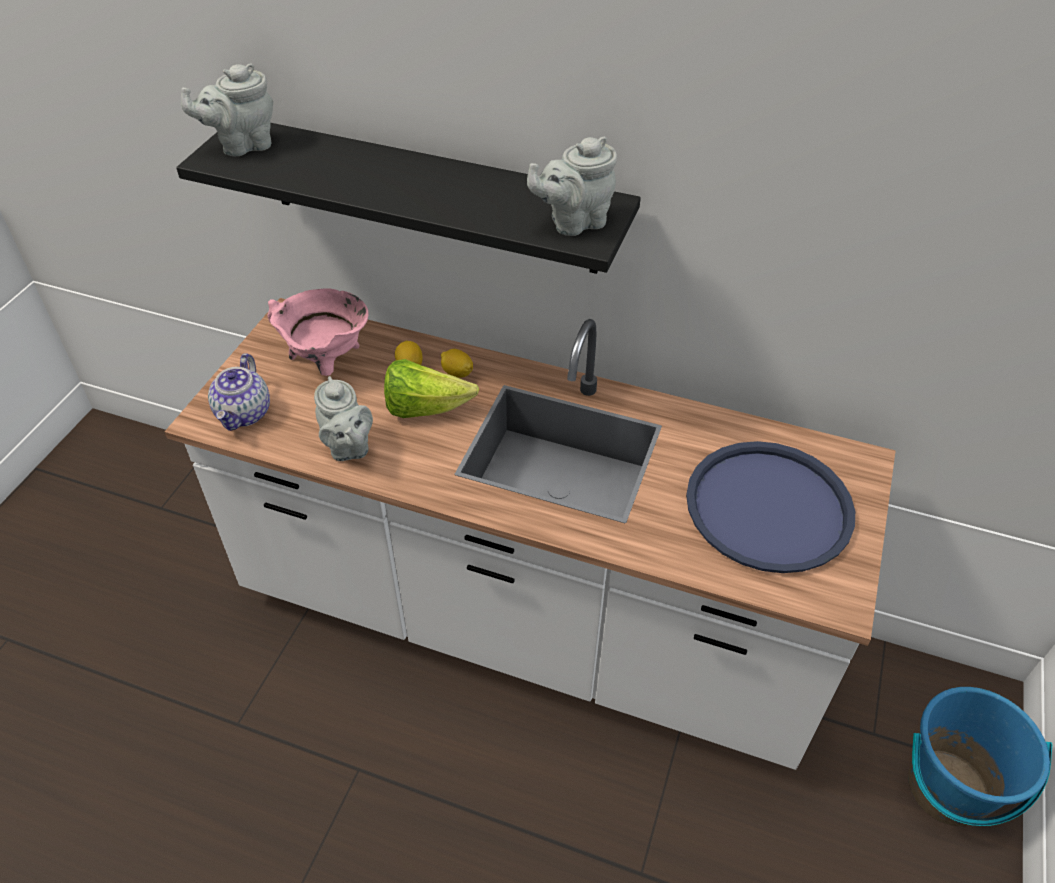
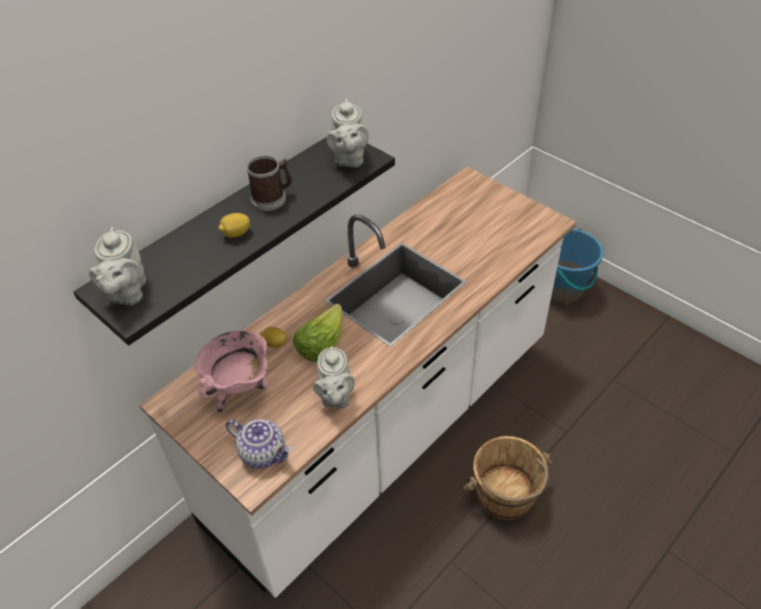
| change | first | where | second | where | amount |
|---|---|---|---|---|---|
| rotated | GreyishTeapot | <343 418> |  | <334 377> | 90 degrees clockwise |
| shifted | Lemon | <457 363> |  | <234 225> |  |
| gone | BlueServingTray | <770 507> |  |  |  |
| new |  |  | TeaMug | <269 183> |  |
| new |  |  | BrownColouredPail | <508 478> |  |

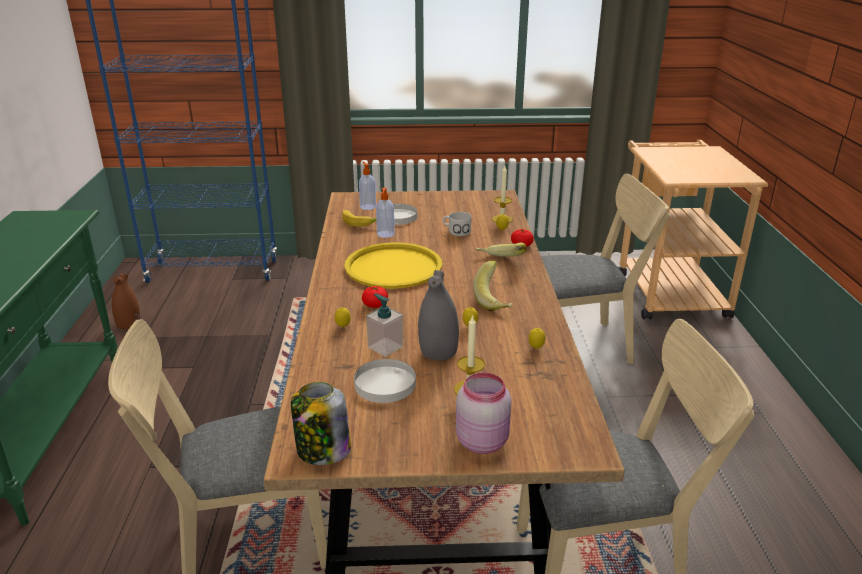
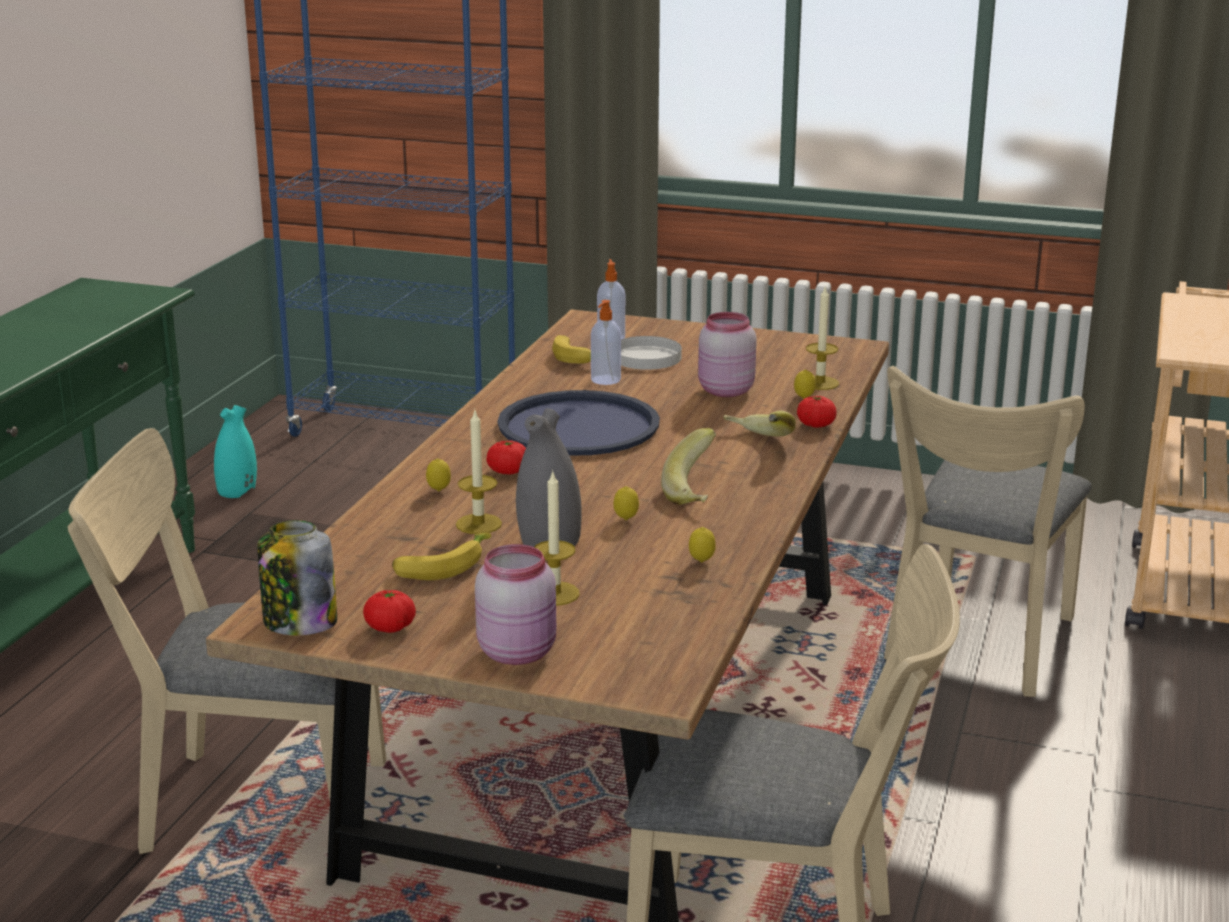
| change | first | where | second | where | amount |
|---|---|---|---|---|---|
| repainted | BrownColouredFlowerVase | <126 301> | TurquoiseColouredFlowerVase | <235 451> |  |
| repainted | YellowColouredServingTray | <393 265> | BlueServingTray | <579 423> |  |
| swapped | WhiteColouredDinnerPlate | <385 381> | Banana | <441 556> |  |
| swapped | LiquidSoapBottle | <384 325> | WaxLight | <479 472> |  |
| swapped | WhiteColouredTeaMug | <457 224> | PinkishJar | <727 354> |  |
| rotated | BeigeColouredUprightChair | <605 269> |  | <987 531> | 105 degrees clockwise |
| new |  |  | FreshTomato | <389 611> |  |

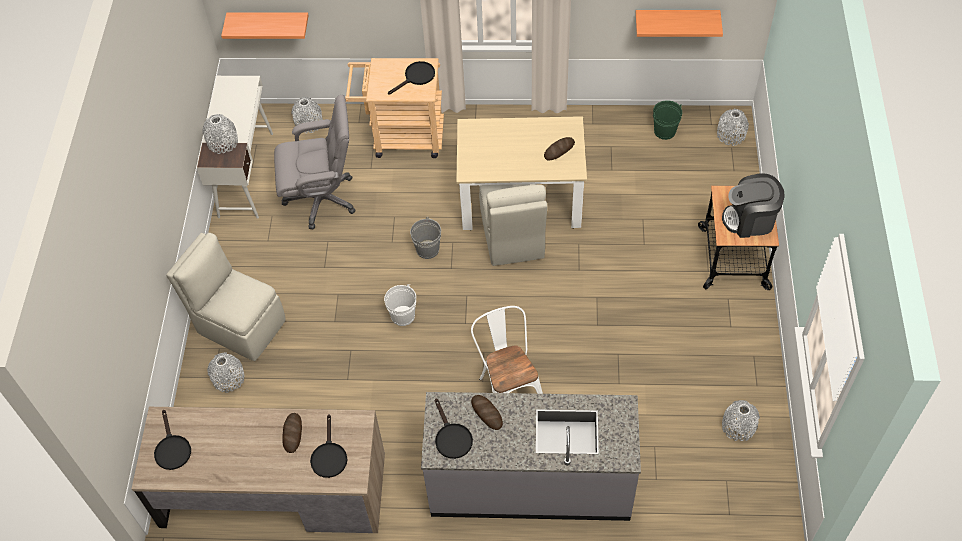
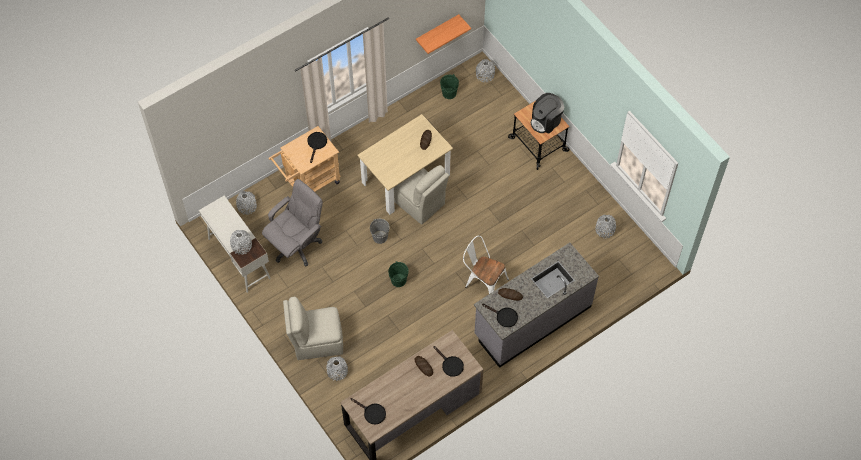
| change | first | where | second | where | amount |
|---|---|---|---|---|---|
| gone | WallShelf | <265 25> |  |  |  |
| repainted | WhiteColouredPail | <400 305> | GreenColouredPail | <398 274> |  |

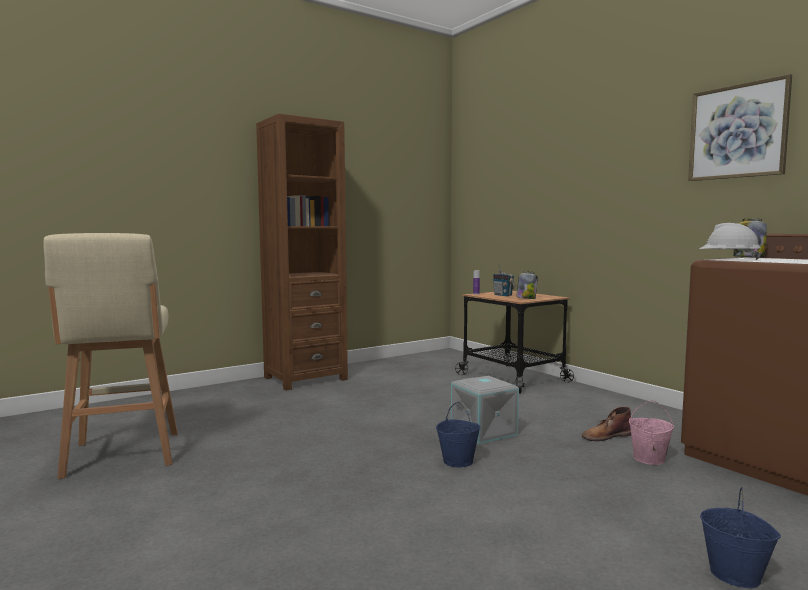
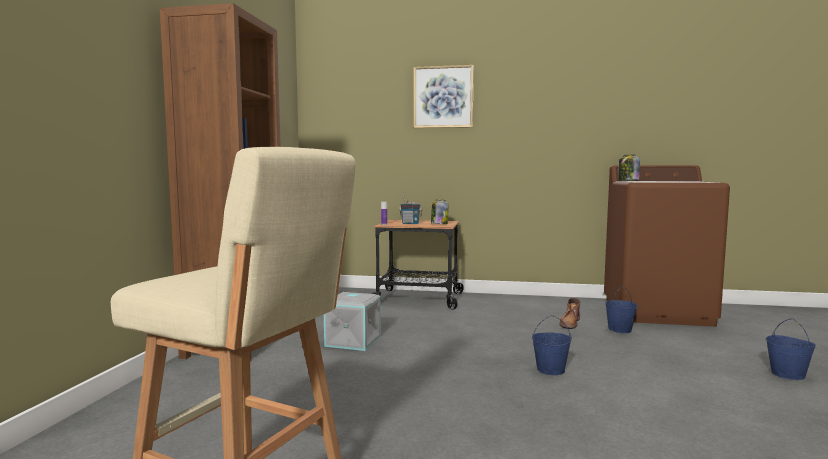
| change | first | where | second | where | amount |
|---|---|---|---|---|---|
| shifted | GreyishStorageBox | <485 410> |  | <352 321> |  |
| repainted | PinkishPail | <651 432> | BluePail | <621 309> |  |
| shifted | WallArt | <740 127> |  | <443 96> |  |
| gone | WhiteColouredWorkHelmet | <731 241> |  |  |  |

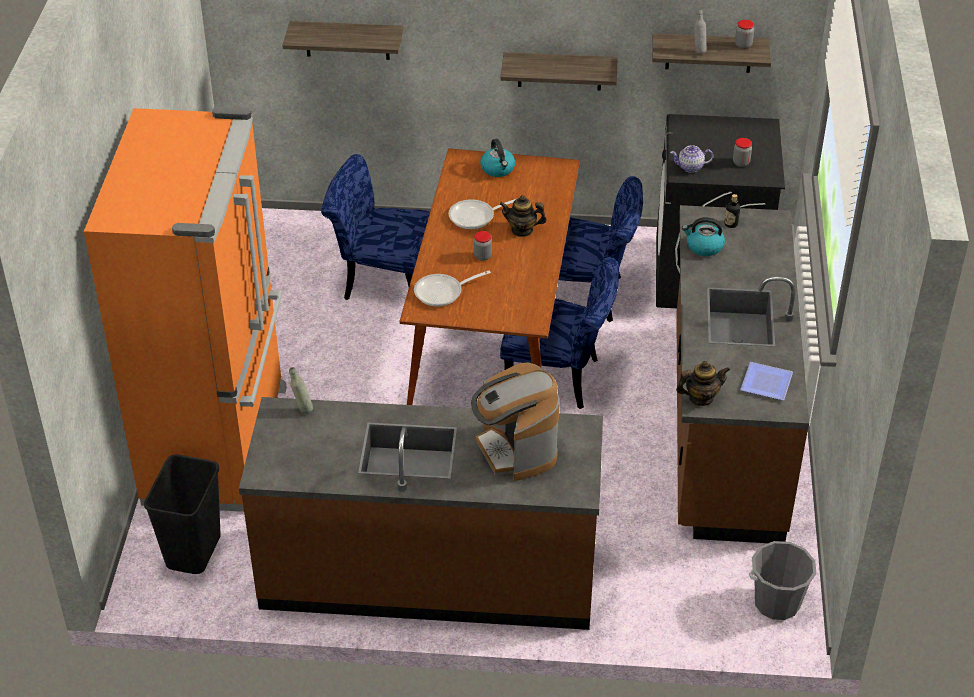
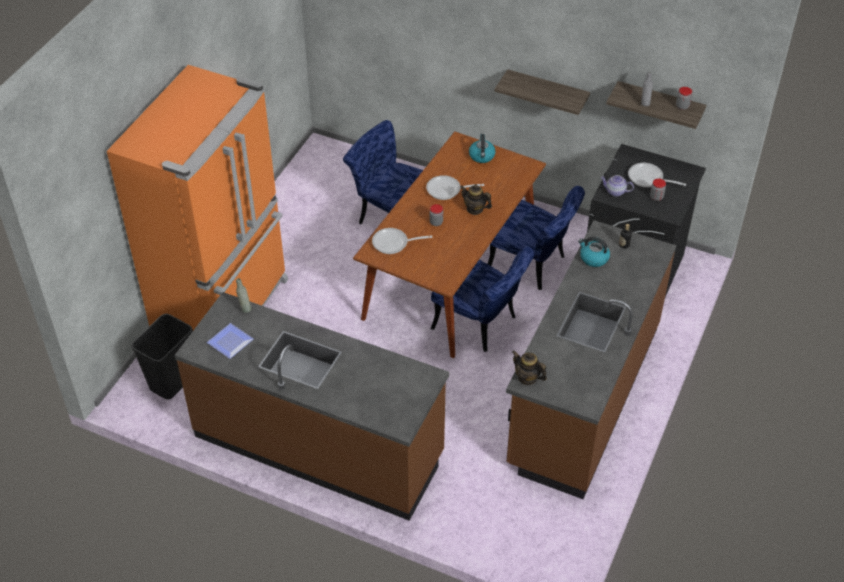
| change | first | where | second | where | amount |
|---|---|---|---|---|---|
| gone | WallShelf | <342 40> |  |  |  |
| gone | CoffeeMaker | <515 421> |  |  |  |
| rotated | Teapot | <703 383> |  | <529 368> | 150 degrees counterclockwise |
| shifted | DinnerPlate | <766 381> |  | <230 341> |  |
| gone | GreyishPail | <782 580> |  |  |  |
| new |  |  | FryingPan | <657 175> |  |

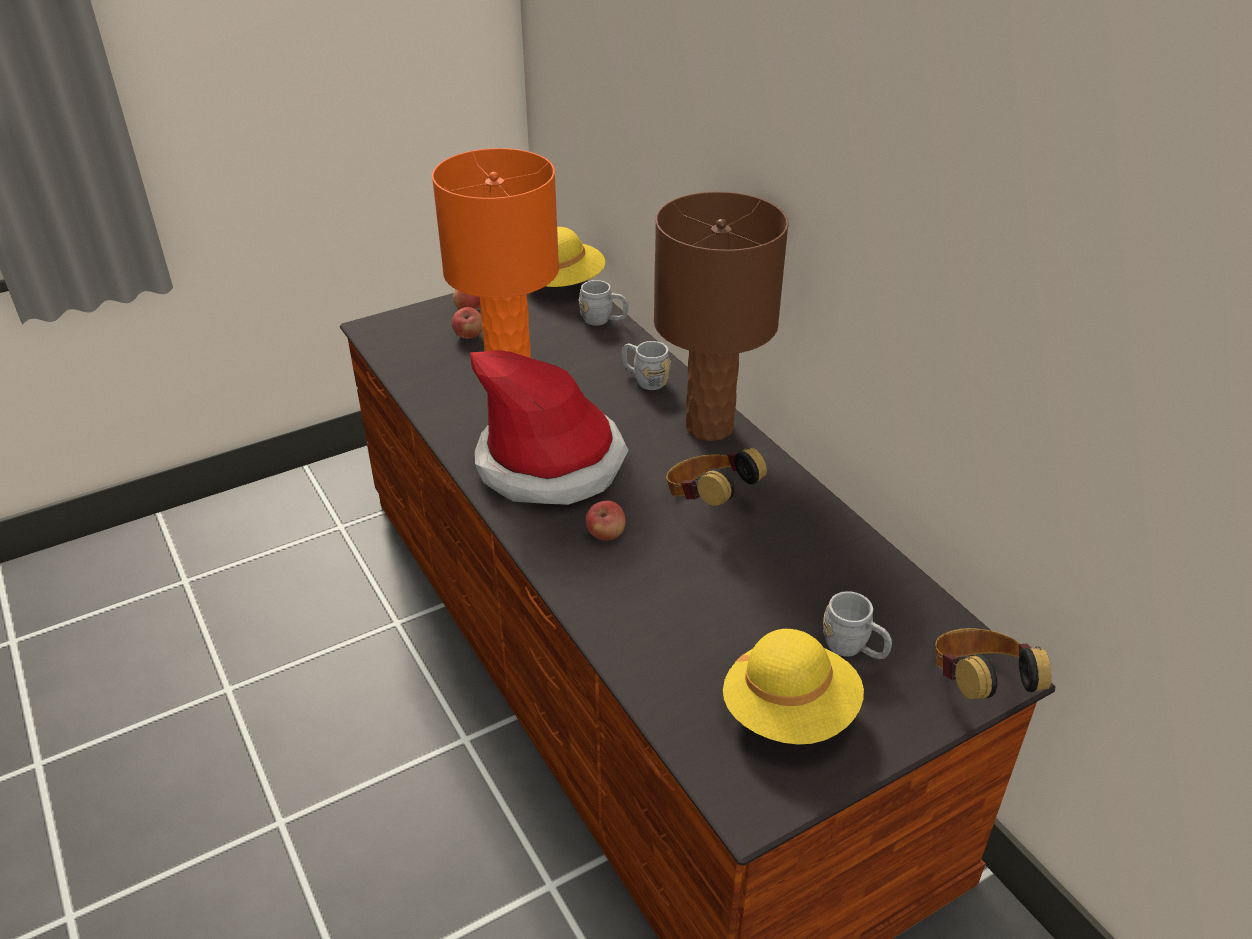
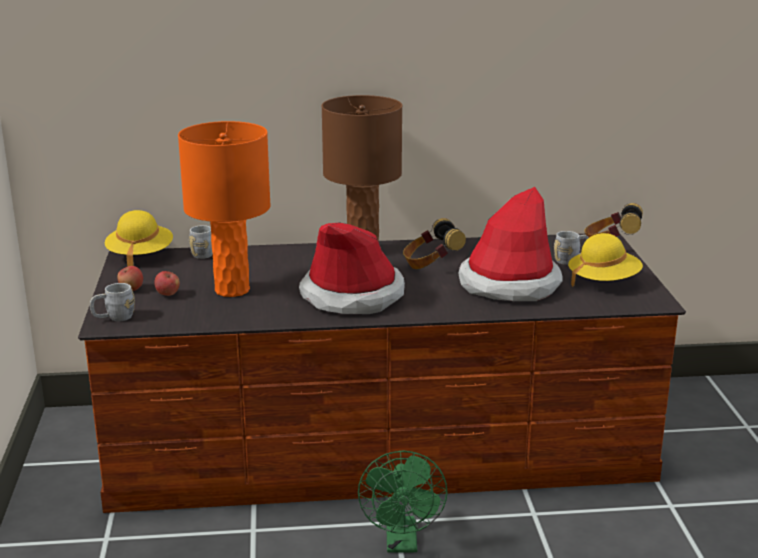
| change | first | where | second | where | amount |
|---|---|---|---|---|---|
| gone | WholeApple | <606 521> |  |  |  |
| shifted | GreyishTeaMug | <646 365> |  | <112 302> |  |
| new |  |  | GreenColouredElectricFan | <403 501> |  |
| new |  |  | WearableHat | <510 244> |  |

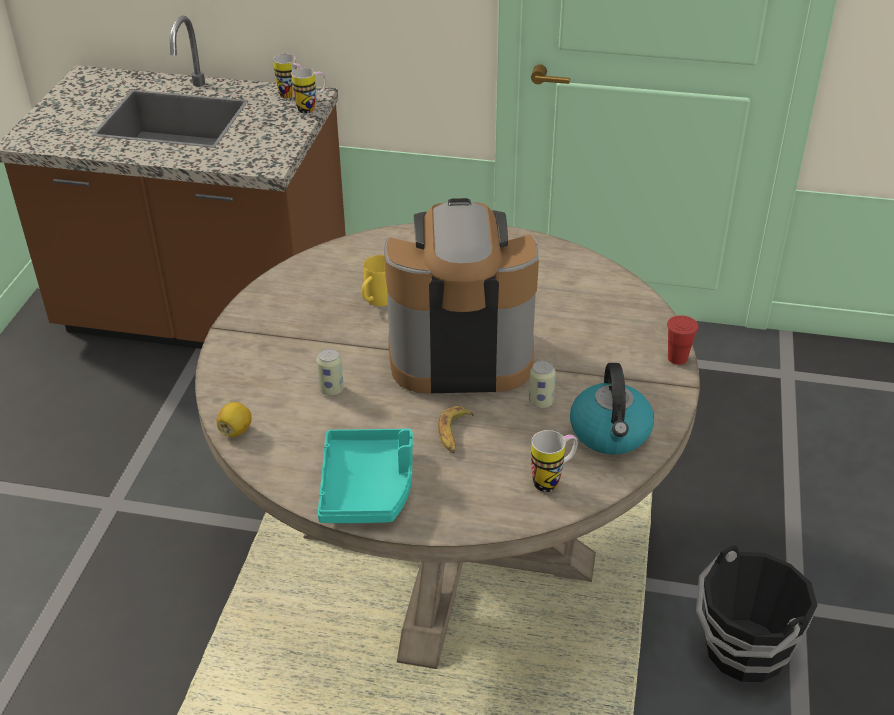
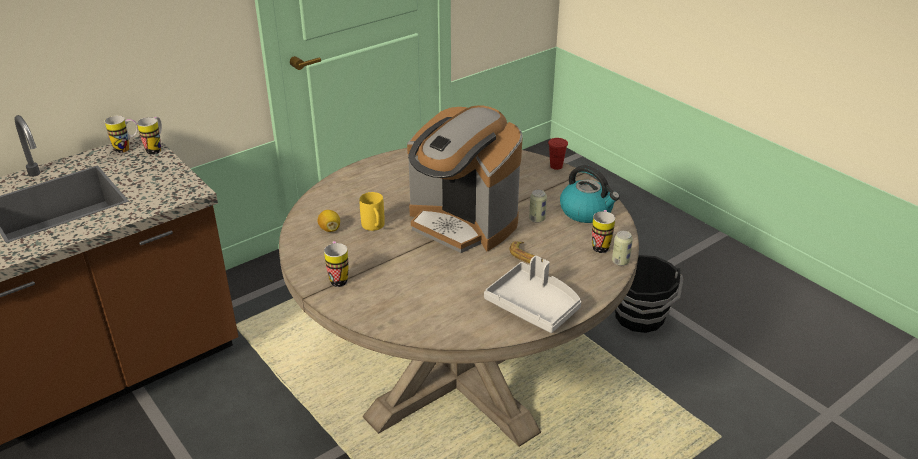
| change | first | where | second | where | amount |
|---|---|---|---|---|---|
| shifted | Lemon | <234 419> |  | <329 221> |  |
| shifted | Can | <330 372> |  | <622 248> |  |
| repainted | TurquoiseColouredServingTray | <365 476> | GreyishServingTray | <532 294> |  |
| rotated | CoffeeMaker | <461 295> |  | <465 179> | 90 degrees counterclockwise |
| new |  |  | TeaMug | <336 264> |  |

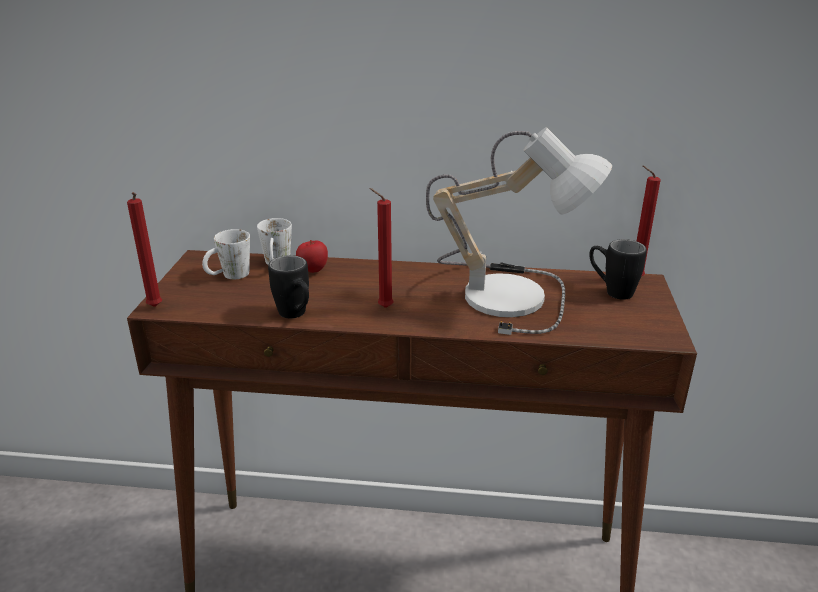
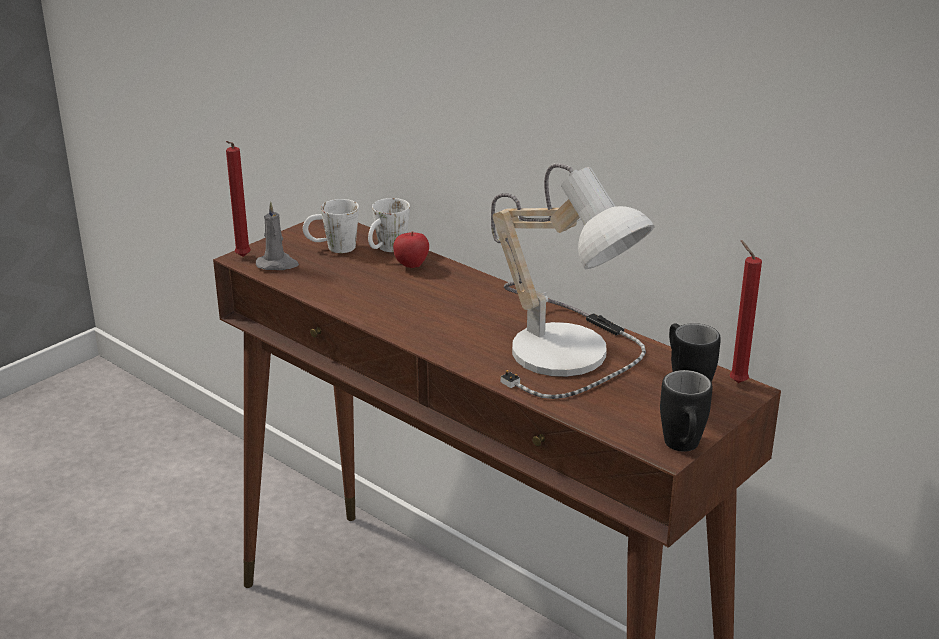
| change | first | where | second | where | amount |
|---|---|---|---|---|---|
| shifted | BlackColouredTeaMug | <288 286> |  | <686 411> |  |
| gone | RedColouredWaxLight | <381 248> |  |  |  |
| new |  |  | GreyishWaxLight | <277 236> |  |

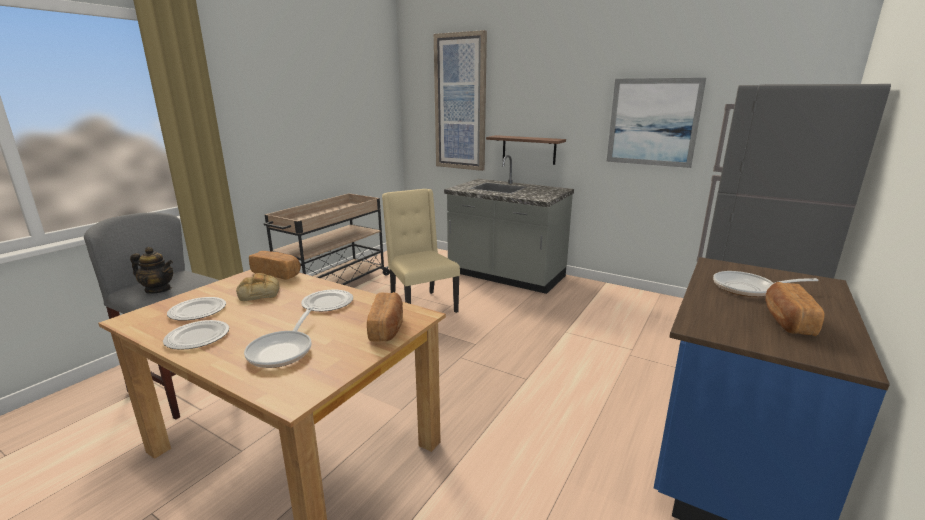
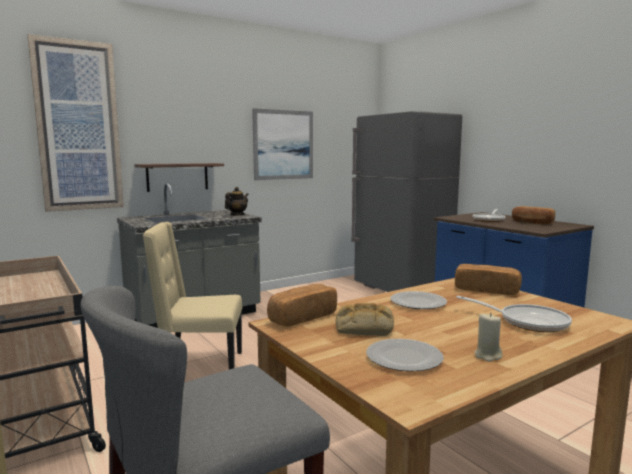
| change | first | where | second | where | amount |
|---|---|---|---|---|---|
| shifted | Teapot | <151 270> |  | <237 201> |  |
| swapped | DinnerPlate | <196 335> | BeigeColouredWaxLight | <488 337> |  |

